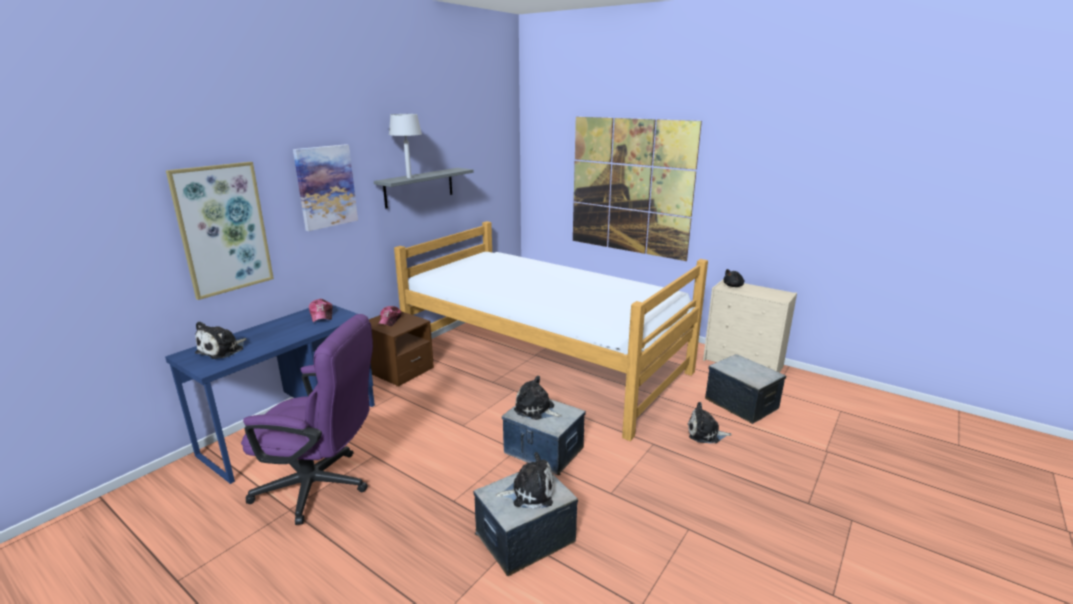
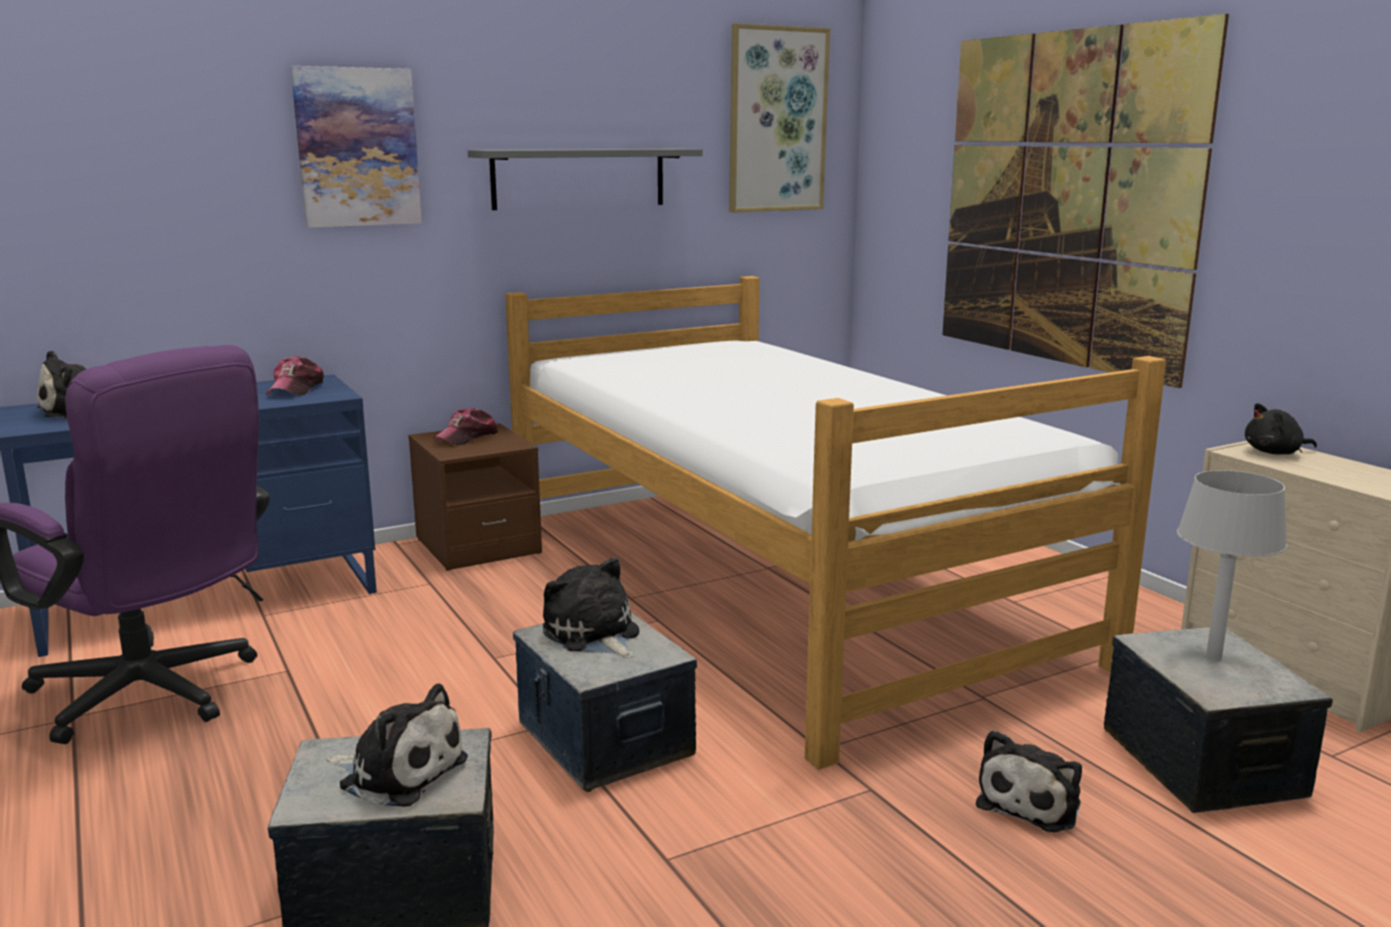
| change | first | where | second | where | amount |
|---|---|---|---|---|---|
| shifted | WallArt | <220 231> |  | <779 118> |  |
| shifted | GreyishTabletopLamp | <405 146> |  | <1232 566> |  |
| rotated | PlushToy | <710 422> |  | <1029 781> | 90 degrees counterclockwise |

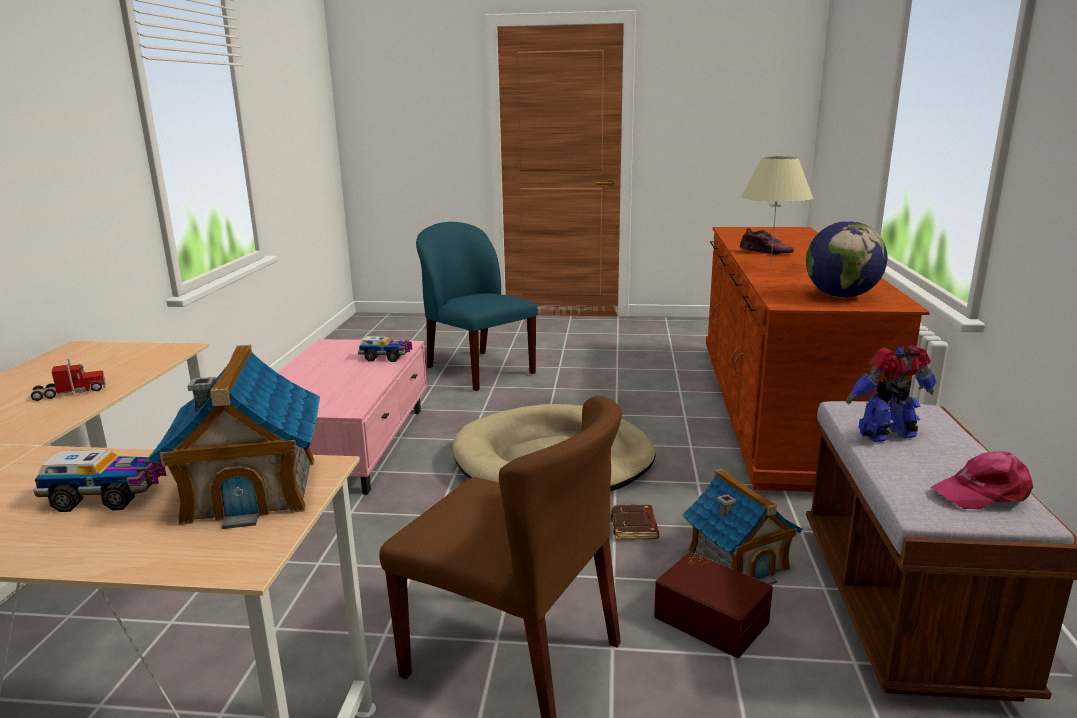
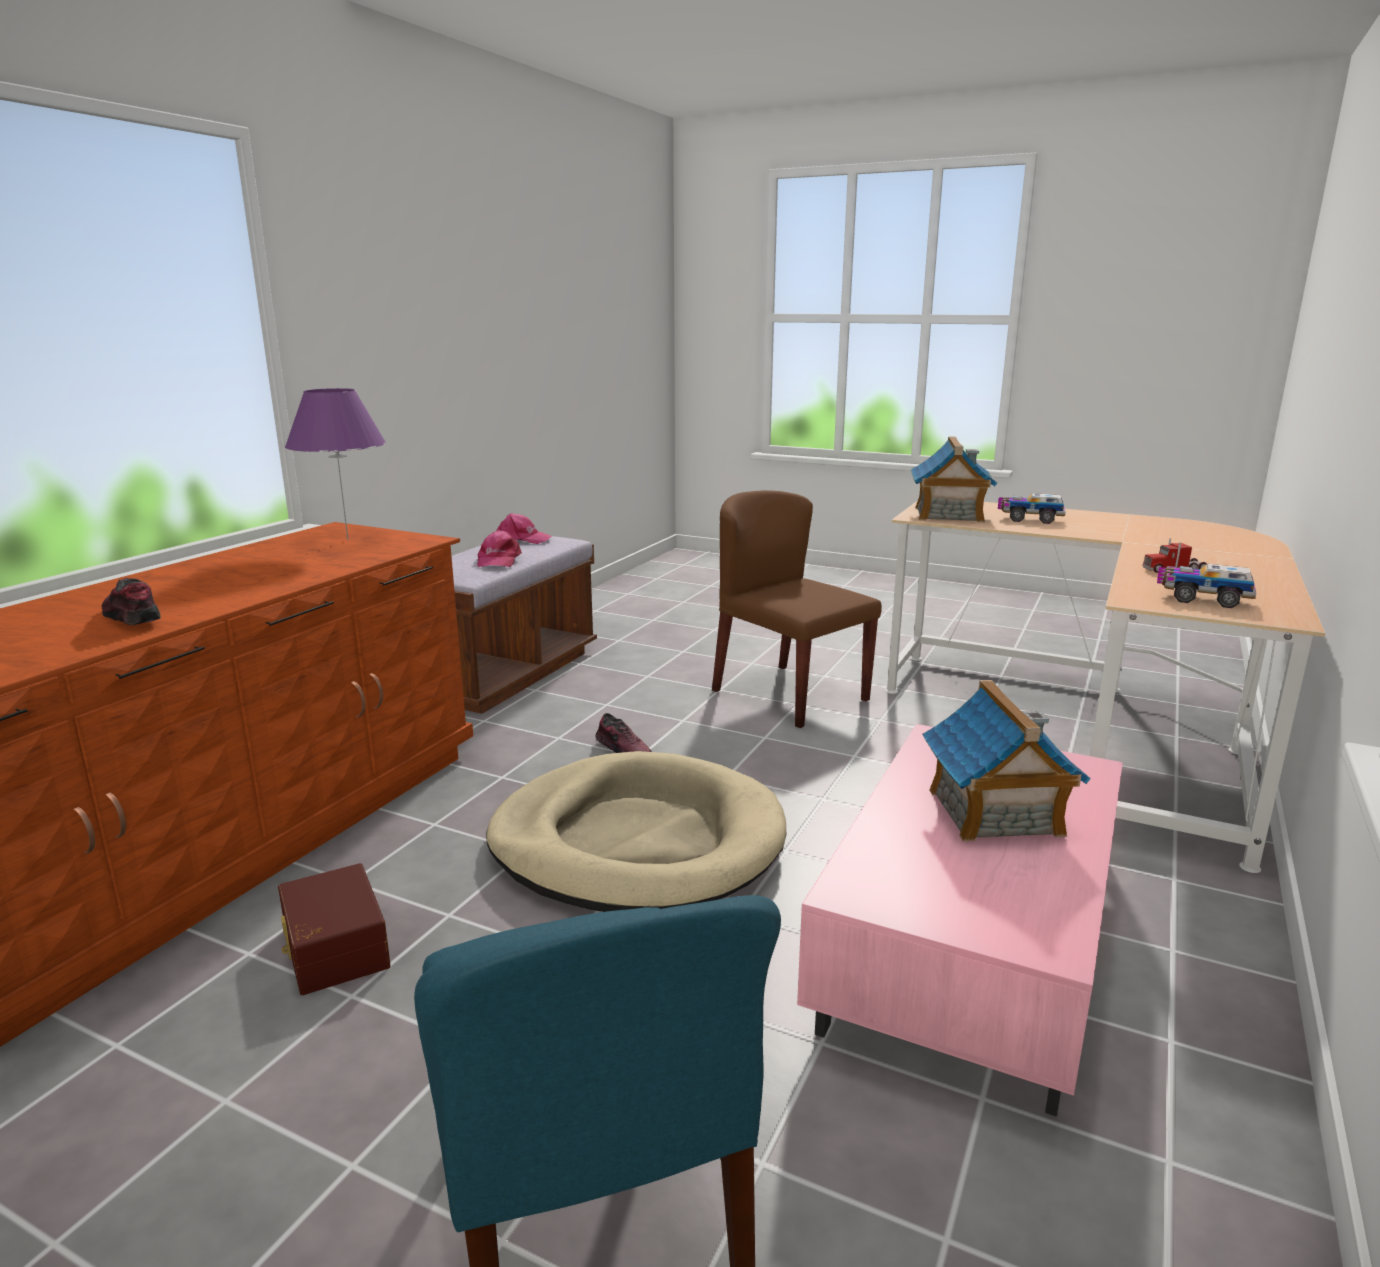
| change | first | where | second | where | amount |
|---|---|---|---|---|---|
| shifted | ModelTruck | <385 349> |  | <1206 586> |  |
| swapped | BrownColouredVolume | <635 522> | LowShoe | <624 733> |  |
| shifted | BrownColouredStorageBox | <713 605> |  | <334 929> |  |
| shifted | ModelHouse | <742 527> |  | <1006 760> |  |
| gone | BeigeColouredTabletopLamp | <777 211> |  |  |  |
| swapped | WorldGlobe | <846 259> | PurplishTabletopLamp | <335 464> |  |
| swapped | RobotFigure | <891 393> | PinkishBaseballCap | <499 548> |  |

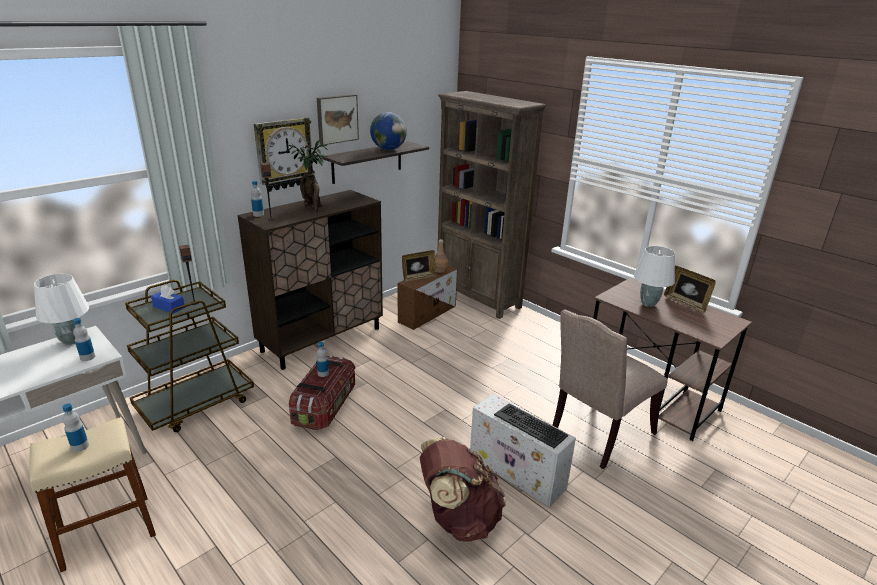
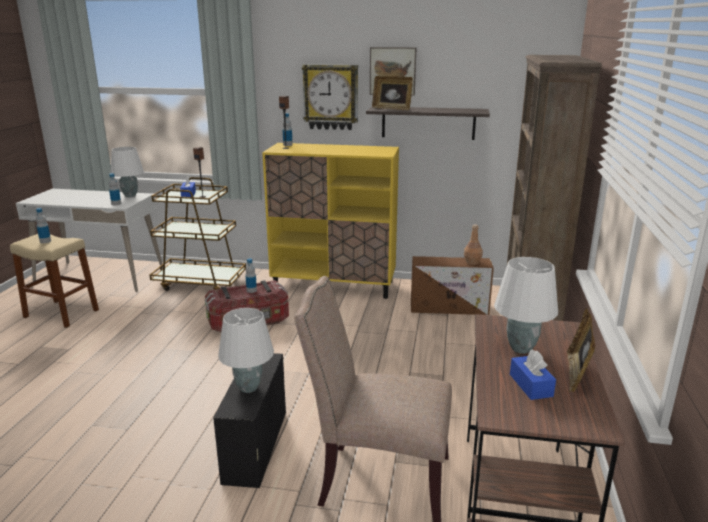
| change | first | where | second | where | amount |
|---|---|---|---|---|---|
| repainted | BrownColouredCupboard | <310 280> | YellowColouredCupboard | <330 221> |  |
| gone | PottedPlant | <307 176> |  |  |  |
| gone | WorldGlobe | <388 131> |  |  |  |
| shifted | PictureFrame | <419 266> |  | <392 93> |  |
| gone | BrownColouredRucksack | <463 489> |  |  |  |
| repainted | WhiteColouredStorageBox | <523 450> | BlackColouredStorageBox | <249 420> |  |
| swapped | Keyboard | <531 425> | WhiteColouredTabletopLamp | <246 350> |  |
| new |  |  | BlueBoxOfTissues | <533 375> |  |

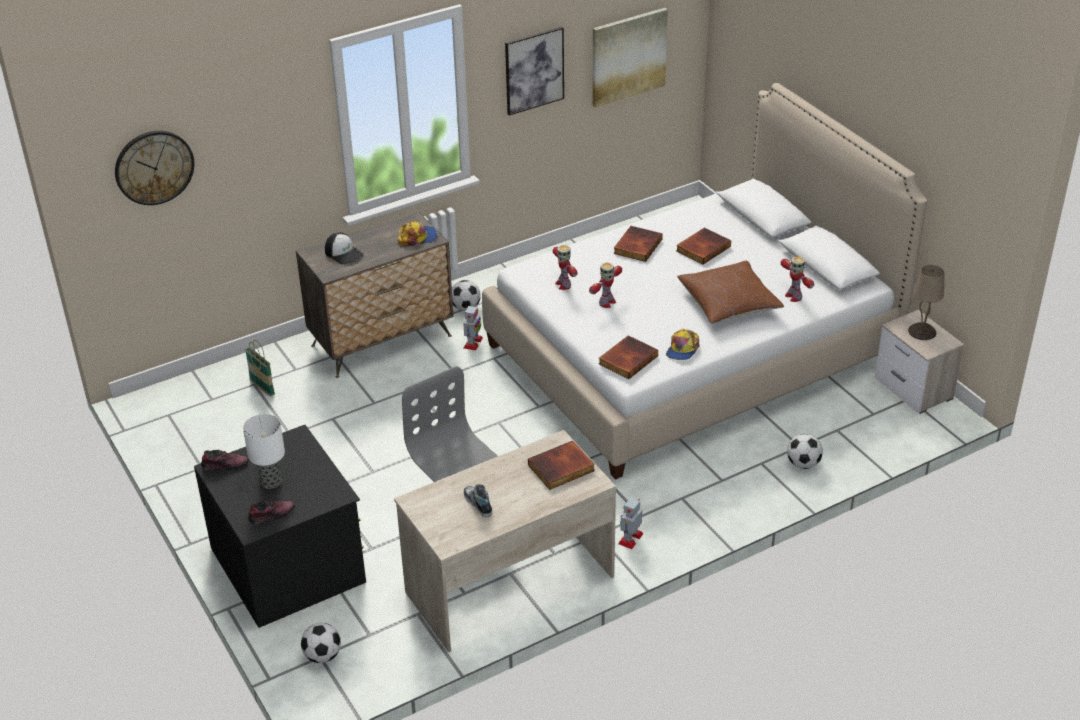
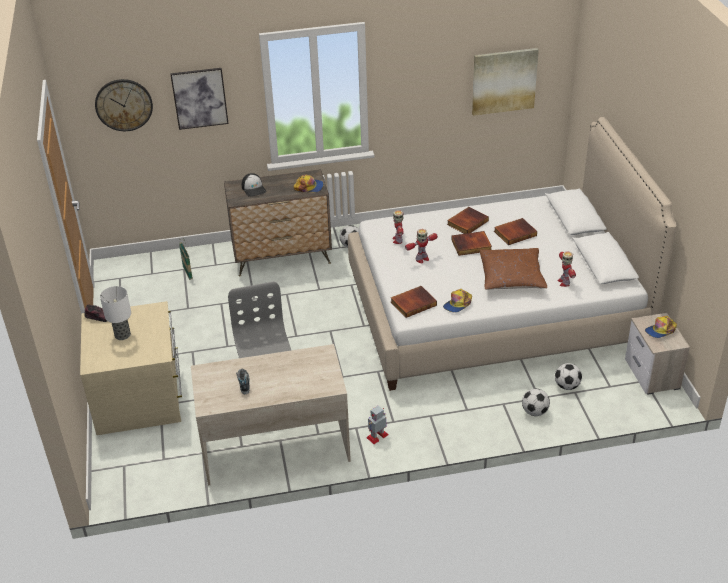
| change | first | where | second | where | amount |
|---|---|---|---|---|---|
| repainted | BlackColouredDresser | <280 526> | BeigeColouredDresser | <131 368> |  |
| gone | LowShoe | <271 512> |  |  |  |
| shifted | BallForFootball | <321 643> |  | <568 376> |  |
| gone | RobotFigure | <473 327> |  |  |  |
| shifted | WallArt | <534 71> |  | <199 99> |  |
| shifted | Volume | <561 465> |  | <471 243> |  |
| swapped | BeigeColouredTabletopLamp | <926 302> | BaseballCap | <661 327> |  |

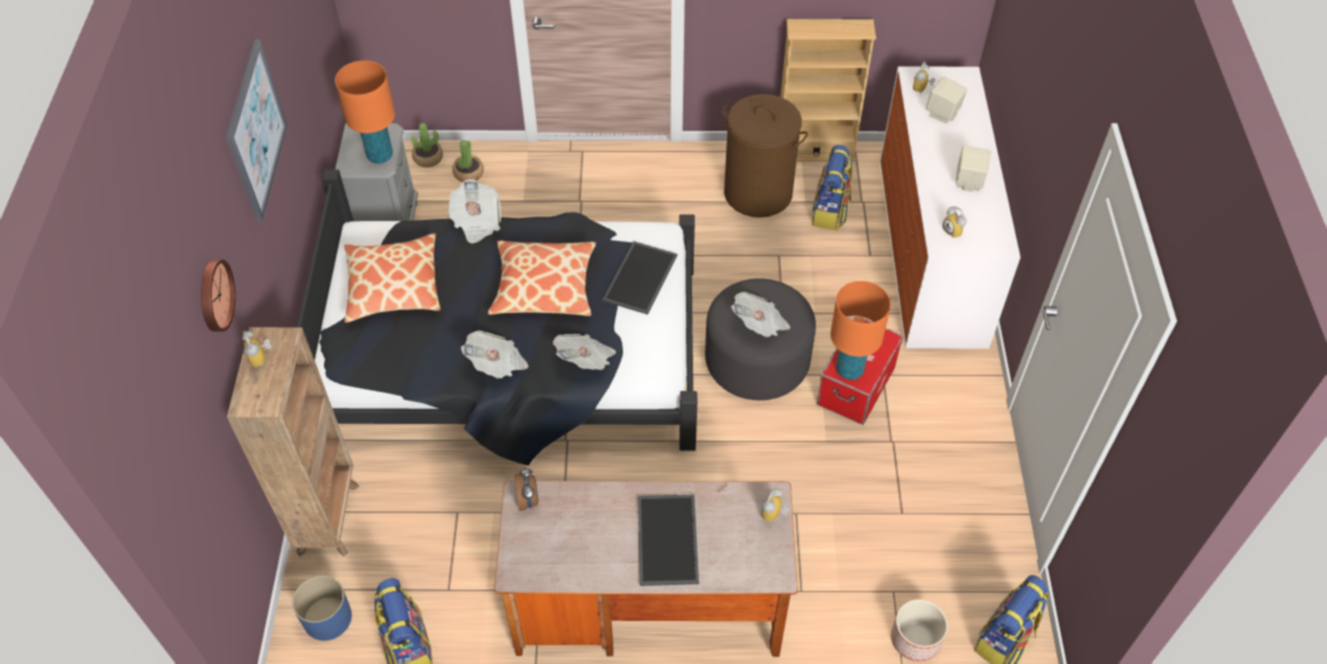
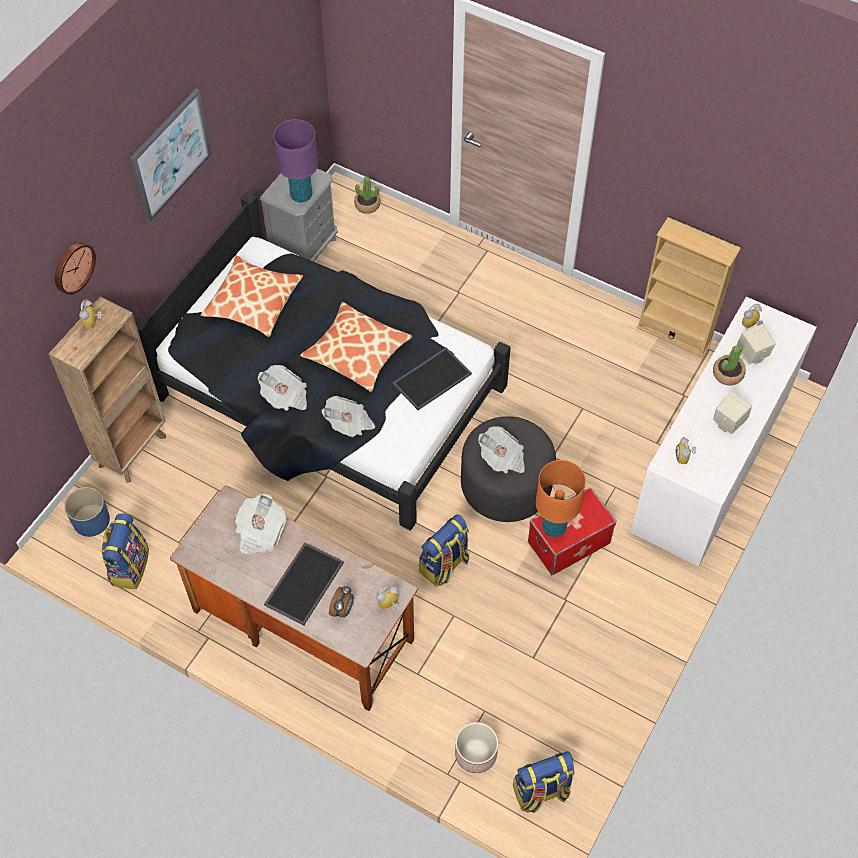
| change | first | where | second | where | amount |
|---|---|---|---|---|---|
| repainted | OrangeColouredTabletopLamp | <365 112> | PurplishTabletopLamp | <295 161> |  |
| shifted | DailyPaper | <474 211> |  | <260 524> |  |
| shifted | PottedPlant | <468 161> |  | <729 365> |  |
| shifted | AlarmClock | <526 489> |  | <341 602> |  |
| gone | BrownColouredLaundryBasket | <765 156> |  |  |  |
| shifted | Rucksack | <832 187> |  | <444 550> |  |

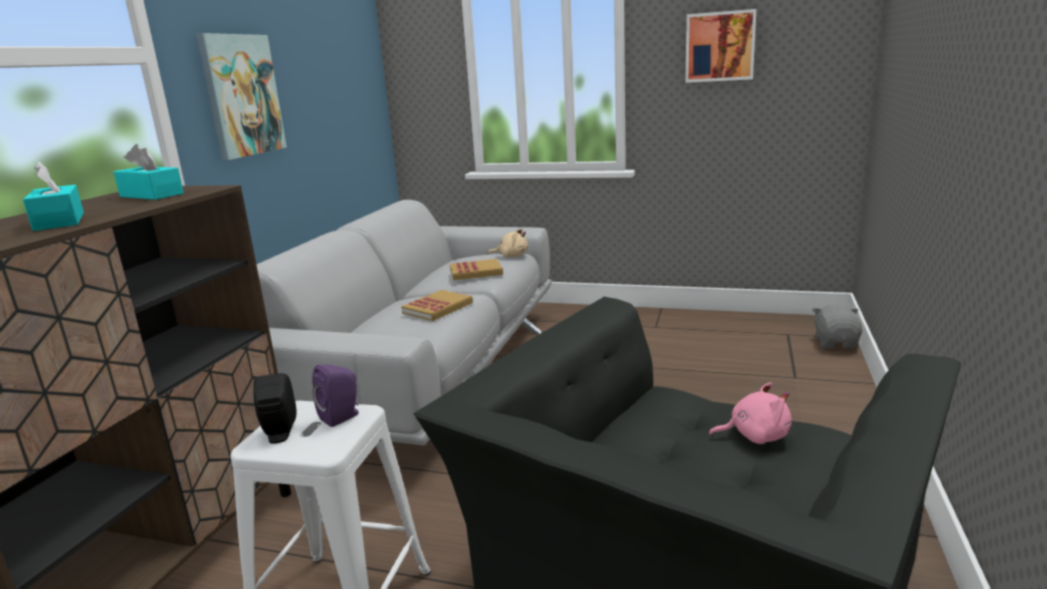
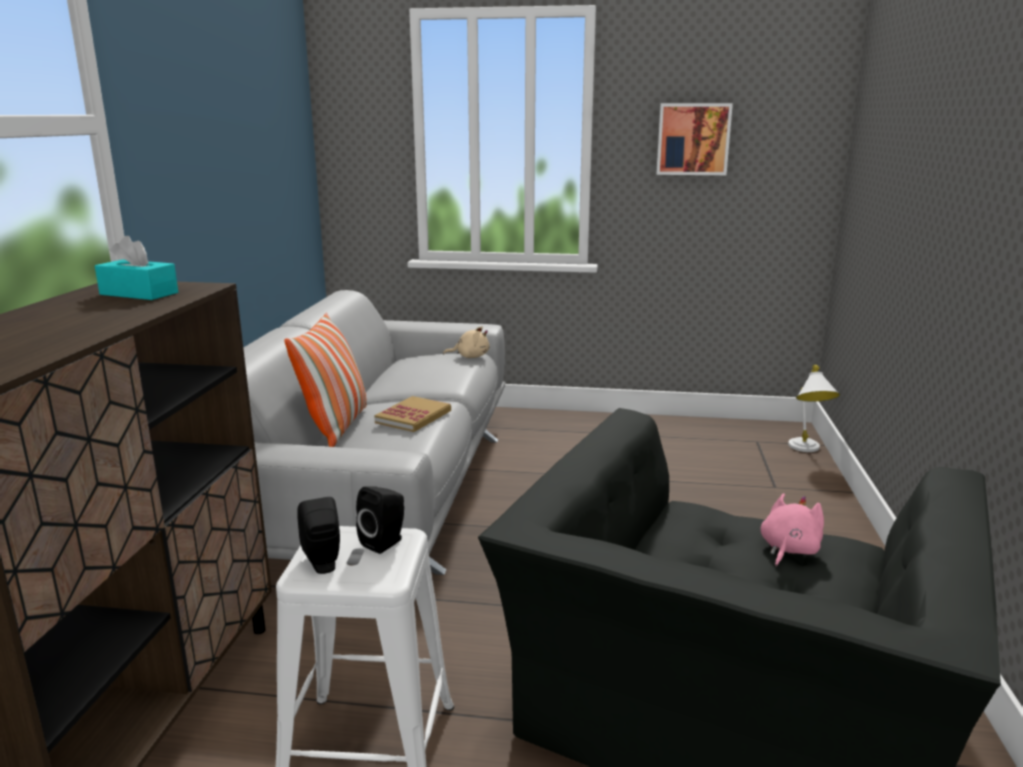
| change | first | where | second | where | amount |
|---|---|---|---|---|---|
| gone | TurquoiseColouredBoxOfTissues | <53 196> |  |  |  |
| gone | WallArt | <241 96> |  |  |  |
| repainted | PurplishLoudspeaker | <335 396> | BlackColouredLoudspeaker | <380 520> |  |
| gone | Volume | <476 269> |  |  |  |
| rotated | PinkishPlushToy | <750 413> |  | <792 530> | 45 degrees counterclockwise |
| swapped | GreyishPlushToy | <837 327> | WhiteColouredTabletopLamp | <814 408> |  |
| new |  |  | Cushion | <325 380> |  |

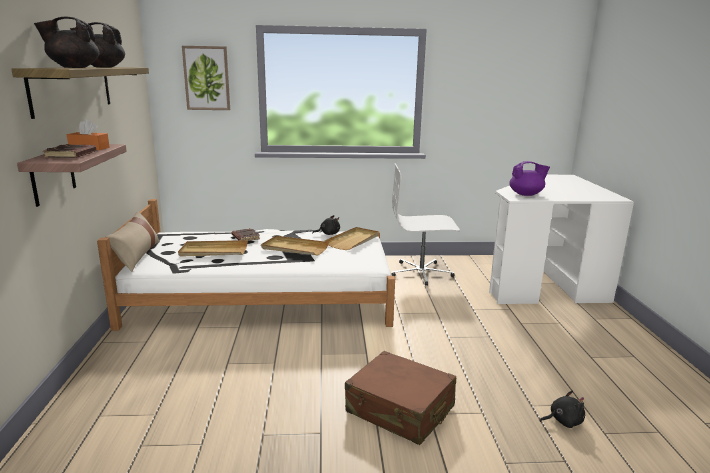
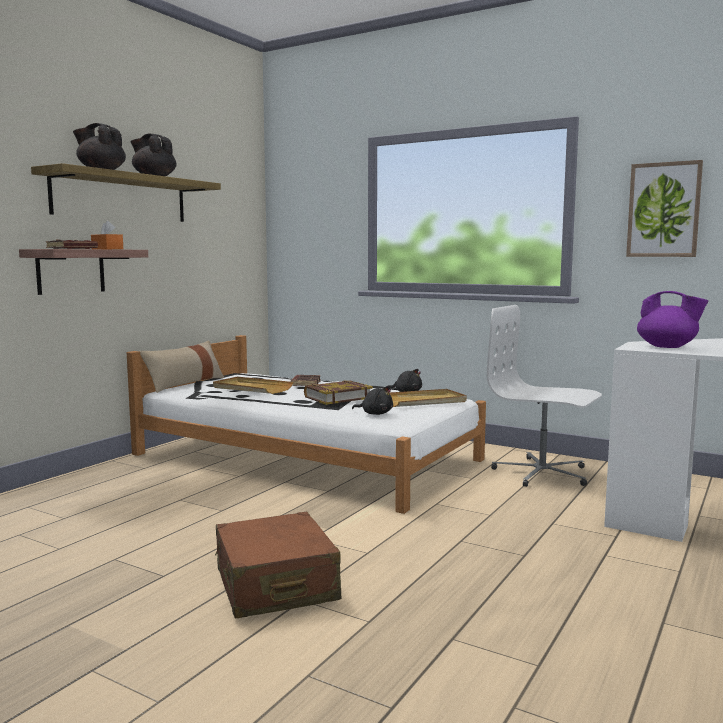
| change | first | where | second | where | amount |
|---|---|---|---|---|---|
| shifted | WallArt | <206 78> |  | <664 208> |  |
| swapped | BeigeColouredServingTray | <295 245> | Volume | <338 393> |  |
| shifted | BlackColouredPlushToy | <562 409> |  | <372 400> |  |

